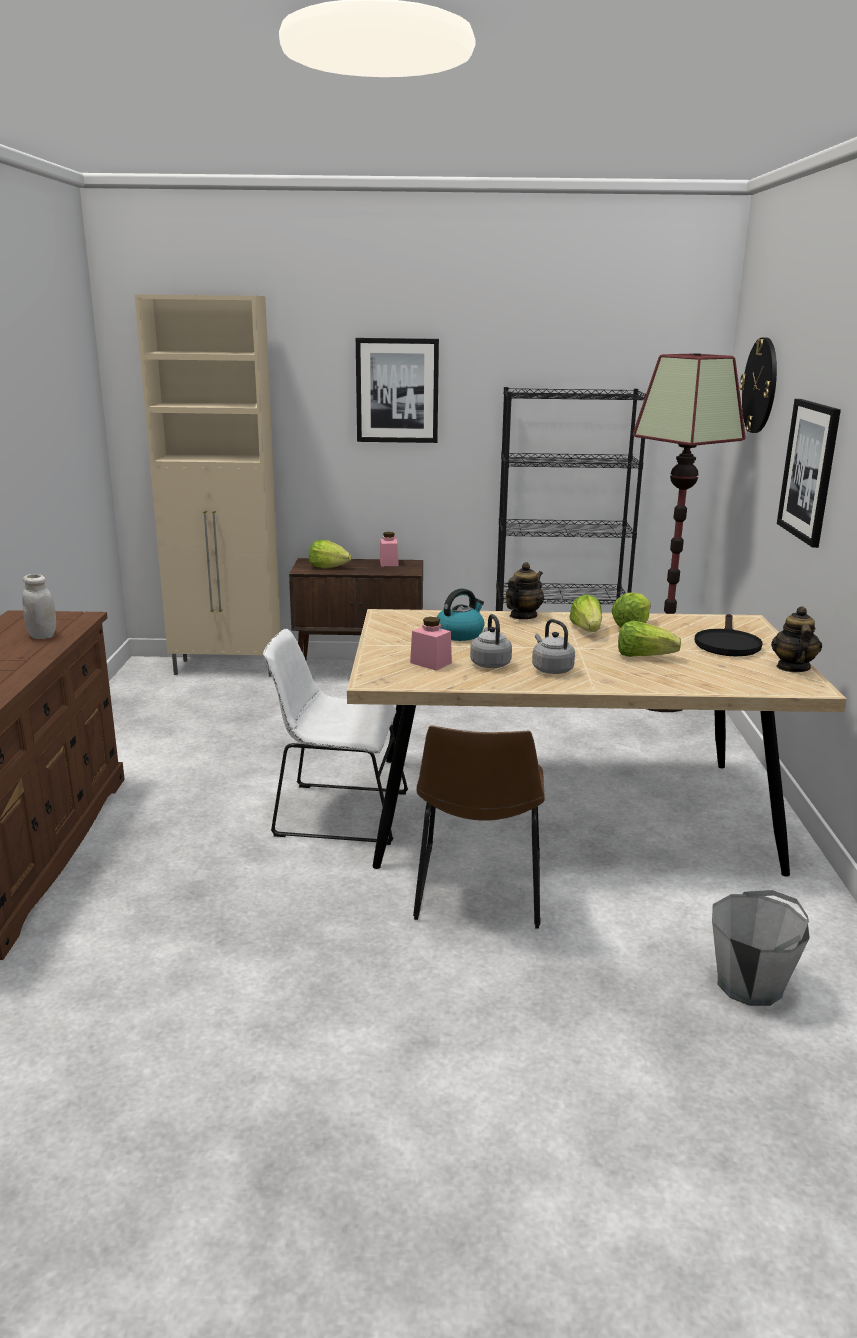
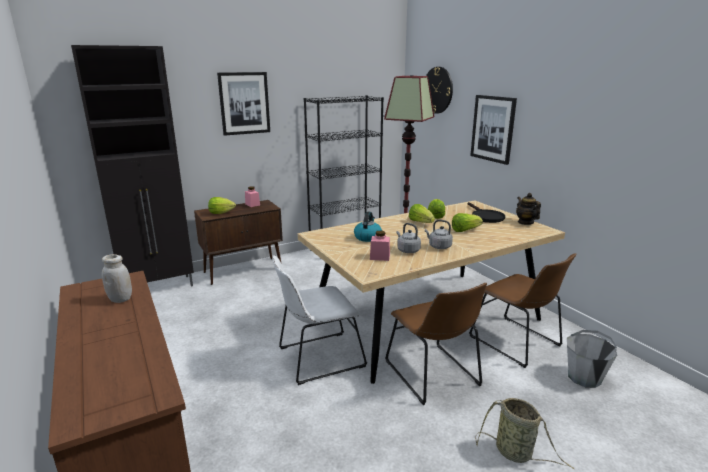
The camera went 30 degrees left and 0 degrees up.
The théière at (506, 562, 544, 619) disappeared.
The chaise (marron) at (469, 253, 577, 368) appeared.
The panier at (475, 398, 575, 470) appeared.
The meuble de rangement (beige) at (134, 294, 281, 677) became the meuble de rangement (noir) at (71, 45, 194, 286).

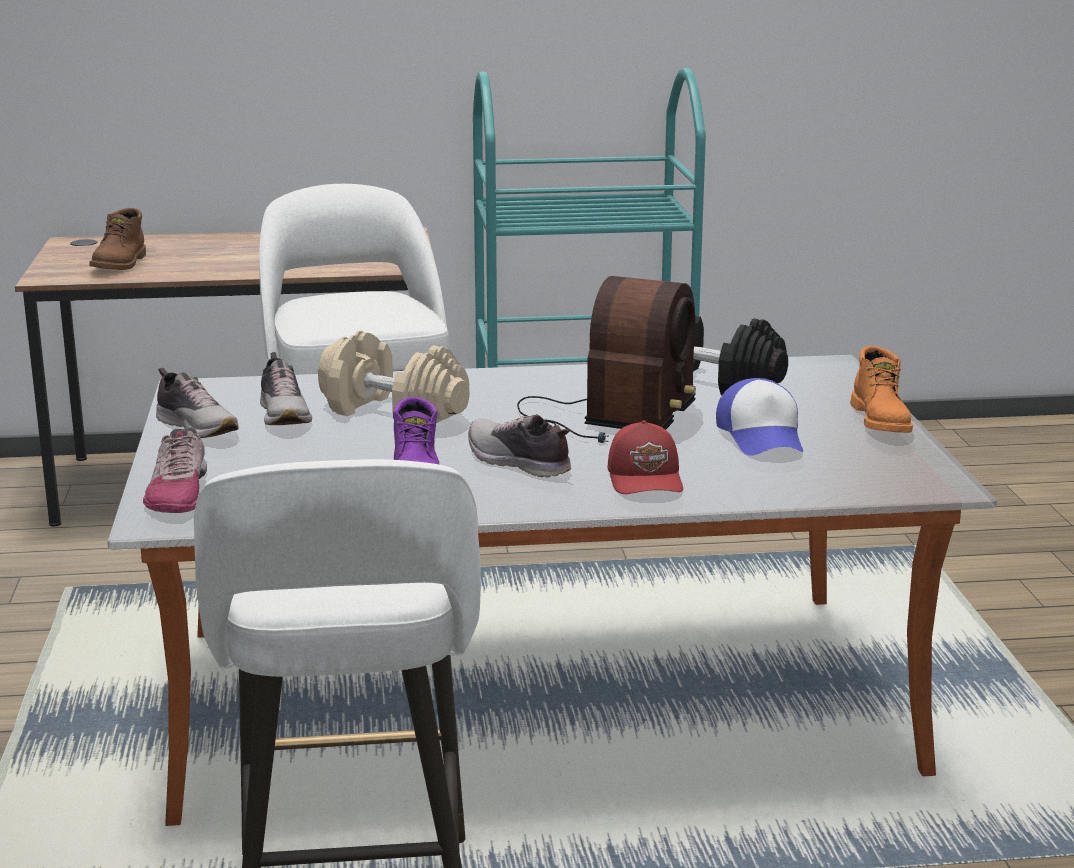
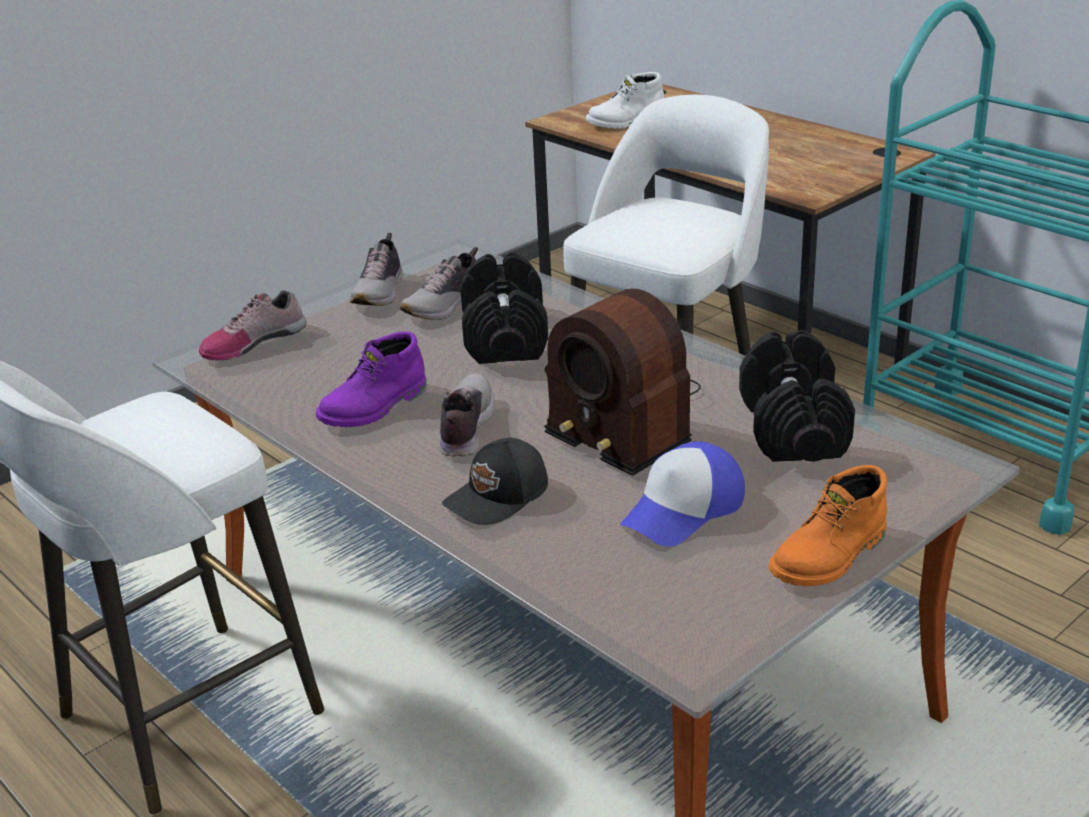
The camera went 55 degrees right and 10 degrees up.
The botte (marron) at (89, 208, 146, 270) became the botte (blanc) at (586, 72, 664, 129).
The haltère (beige) at (318, 330, 470, 423) became the haltère (noir) at (460, 252, 548, 364).
The casquette (rouge) at (608, 420, 683, 494) became the casquette (noir) at (442, 438, 548, 525).
The radio at (517, 276, 696, 443) turned 60 degrees clockwise.

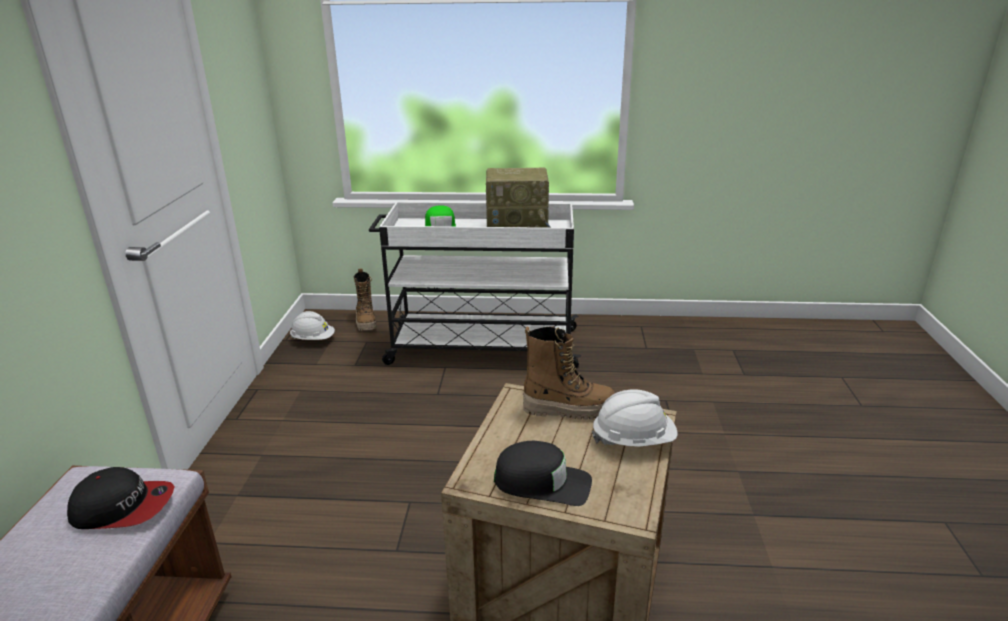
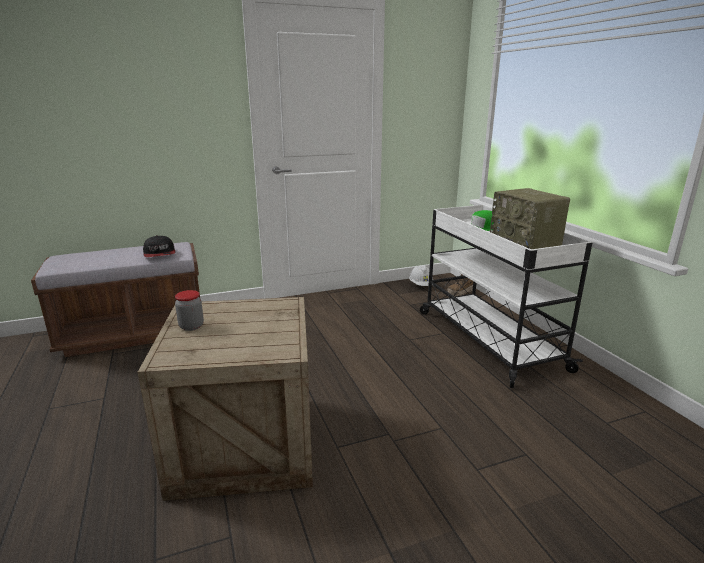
The camera went 65 degrees right and 5 degrees down.
The botte at (523, 326, 615, 420) disappeared.
The casque de chantier (blanc) at (592, 389, 677, 447) disappeared.
The casquette (noir) at (494, 441, 592, 506) was replaced by the bocal at (175, 290, 204, 331).

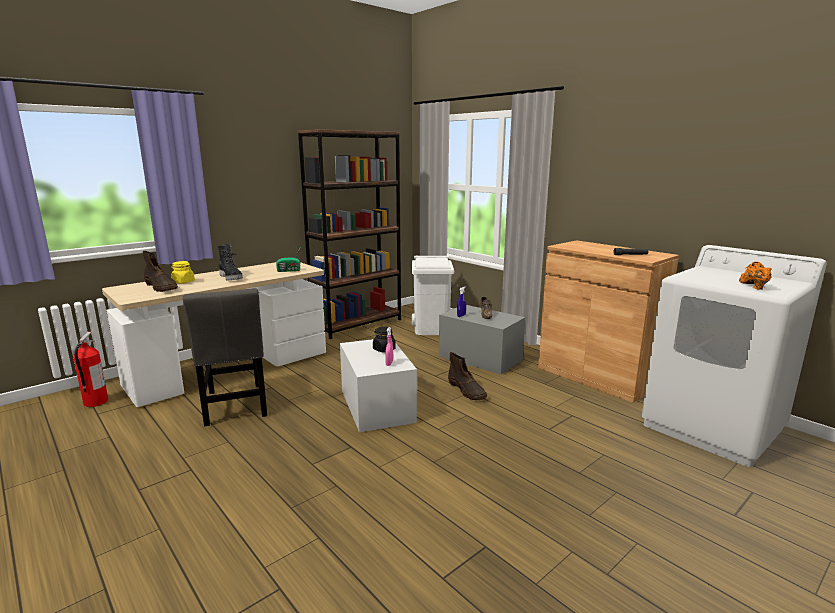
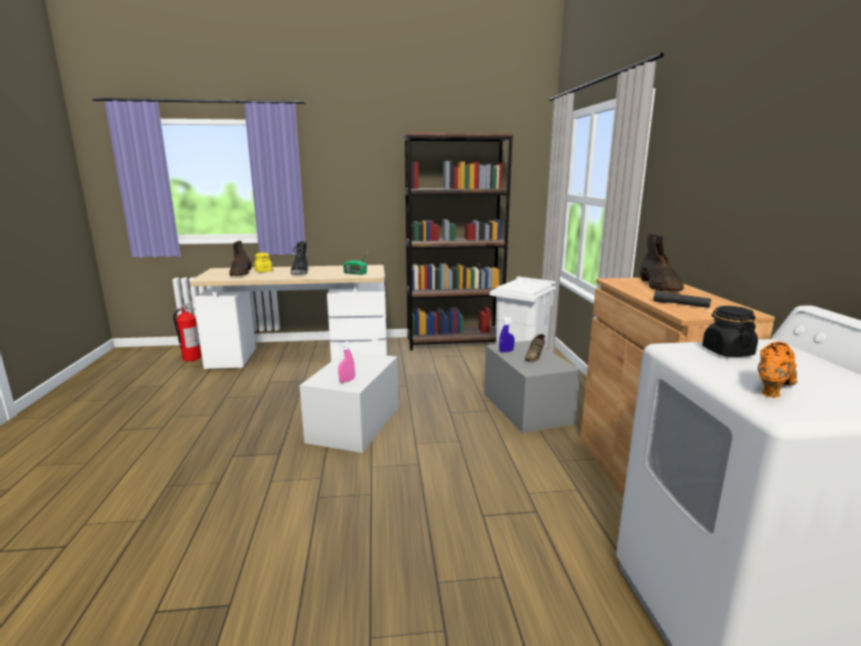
The camera went 35 degrees right and 0 degrees up.
The chaise (gris) at (183, 288, 267, 426) disappeared.
The bocal (noir) moved from (373, 327, 396, 352) to (702, 306, 758, 357).
The botte (marron) moved from (448, 352, 487, 400) to (640, 234, 684, 291).

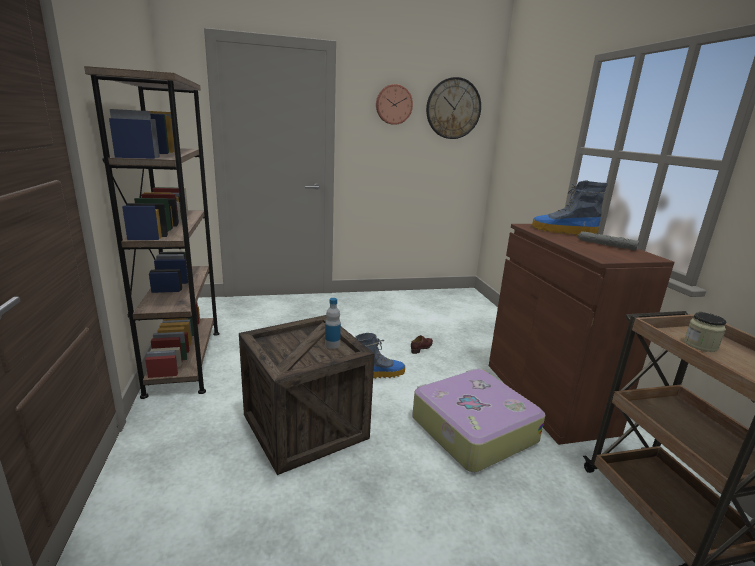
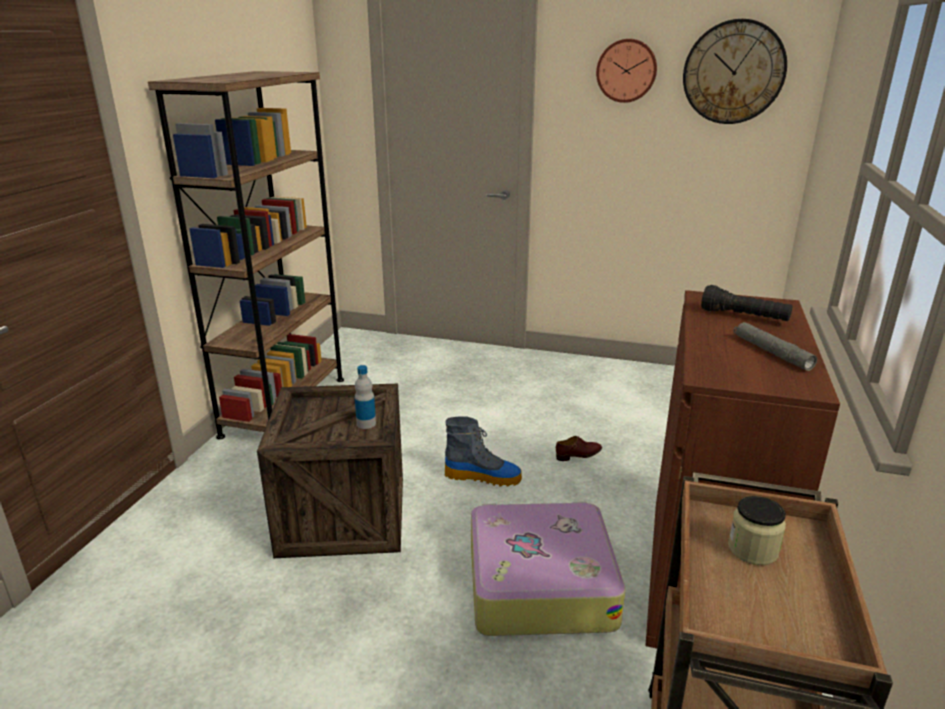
The camera went 30 degrees right and 5 degrees up.
The botte at (532, 180, 608, 236) was replaced by the lampe de poche (noir) at (701, 285, 792, 321).

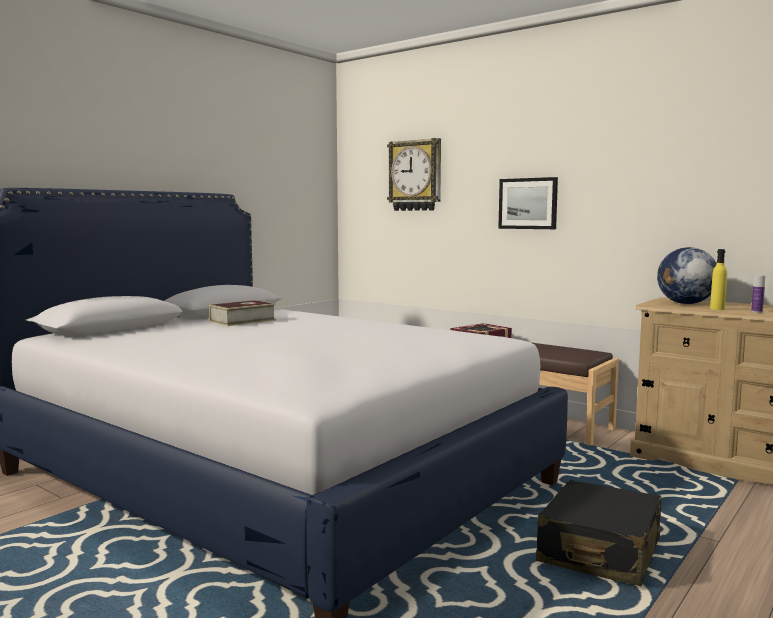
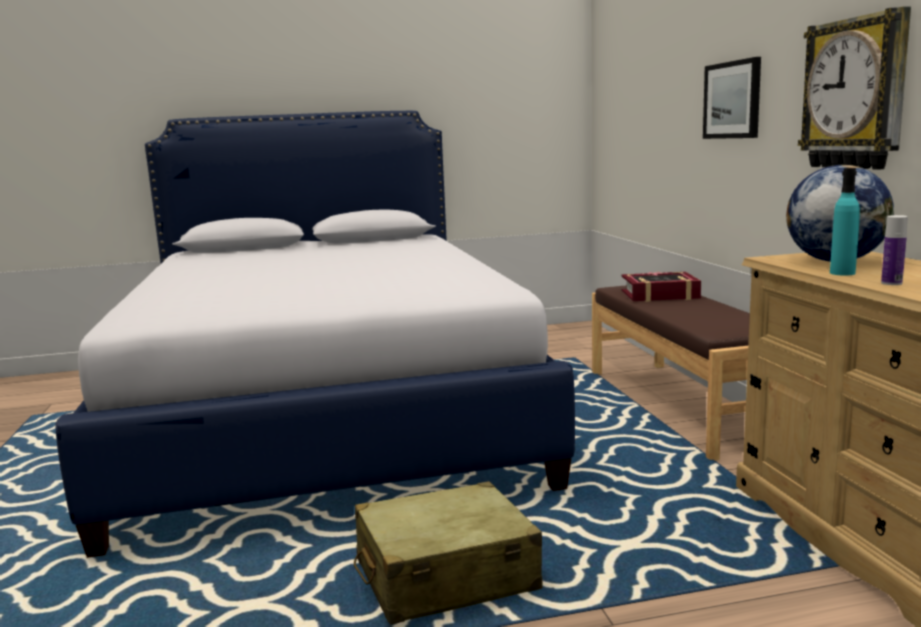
The camera went 40 degrees right and 5 degrees up.
The livre at (209, 300, 276, 326) disappeared.
The horloge murale moved from (387, 138, 441, 211) to (798, 6, 911, 170).
The valise (noir) at (536, 480, 661, 586) became the valise (beige) at (354, 481, 543, 625).
The bouteille (jaune) at (710, 249, 727, 310) became the bouteille (turquoise) at (830, 168, 860, 276).

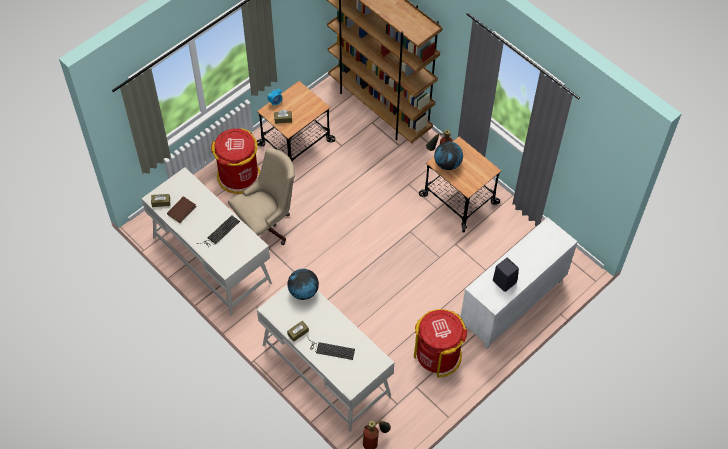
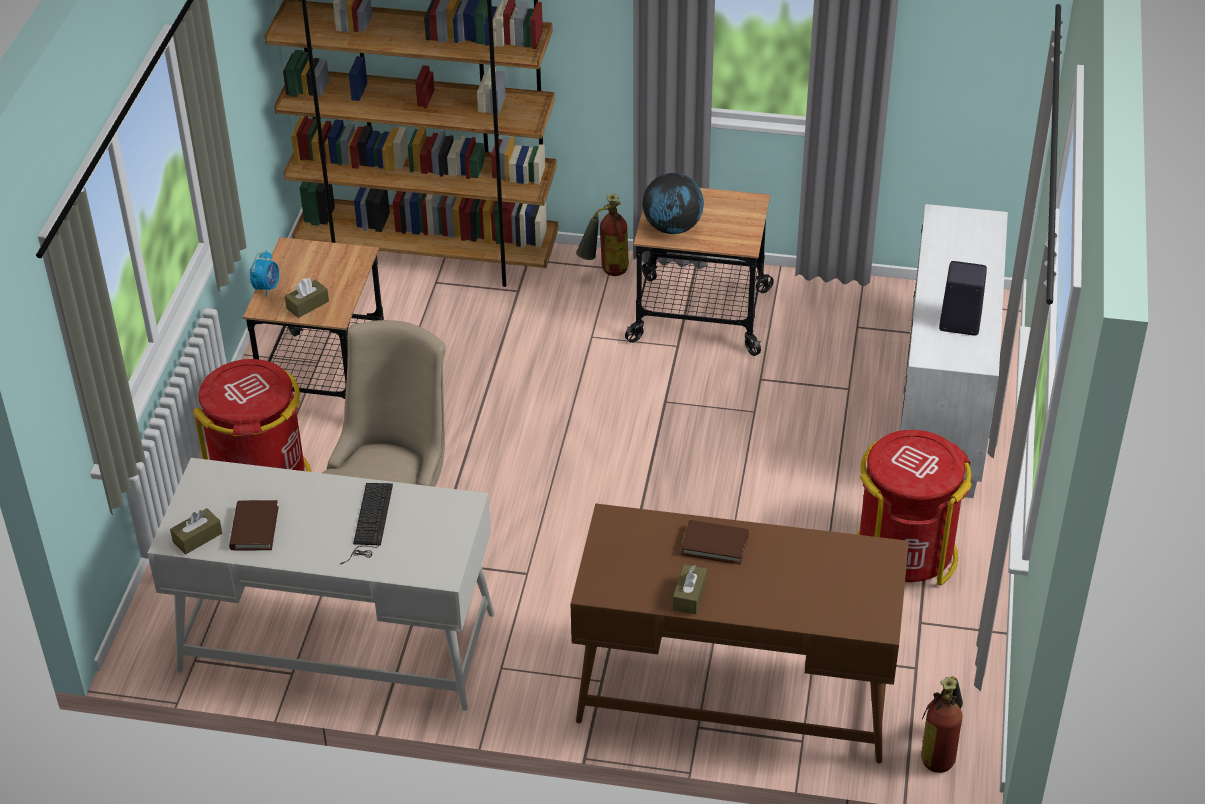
The camera went 35 degrees left and 15 degrees down.
The globe at (287, 269, 319, 300) disappeared.
The clavier at (308, 338, 355, 360) disappeared.
The livre (marron) at (681, 520, 749, 565) appeared.
The bureau (blanc) at (257, 285, 394, 432) became the bureau (marron) at (571, 503, 909, 764).

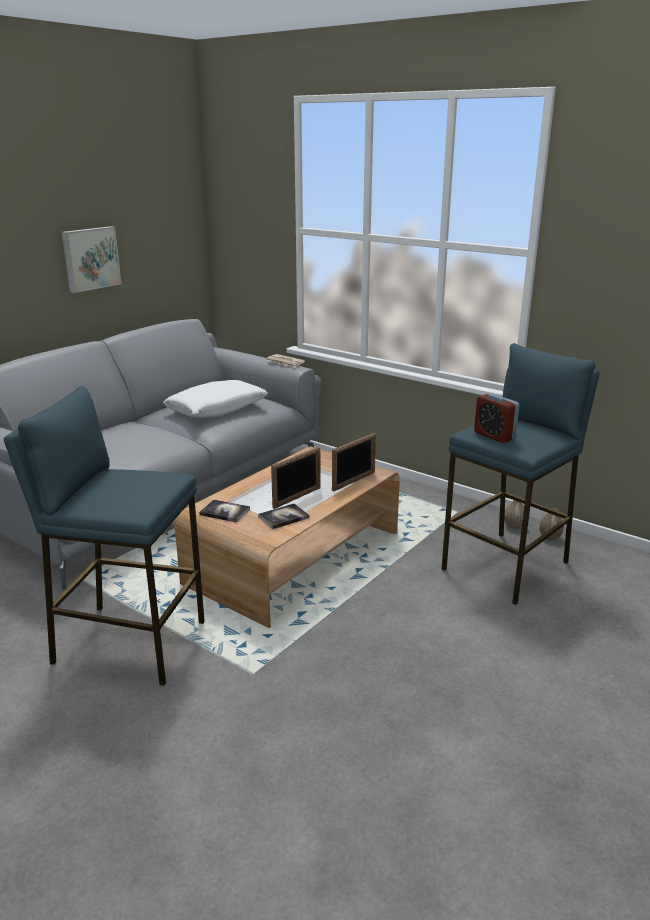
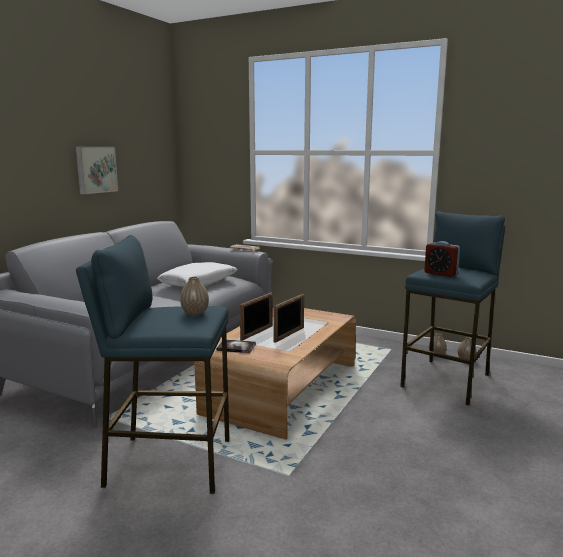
The camera went 10 degrees left and 10 degrees down.
The livre at (258, 503, 309, 529) disappeared.
The vase at (180, 277, 209, 316) appeared.
The cadre photo moved from (332, 433, 376, 492) to (240, 293, 273, 341).

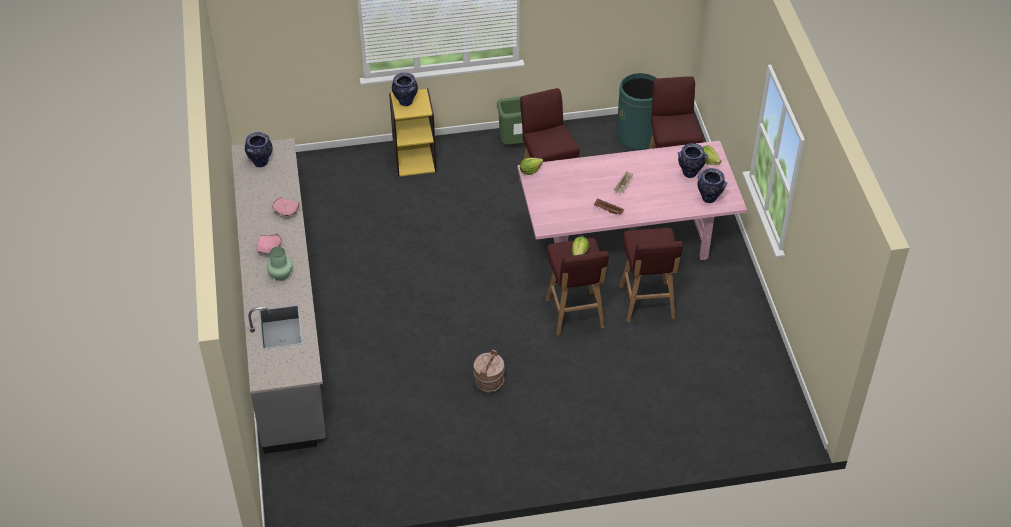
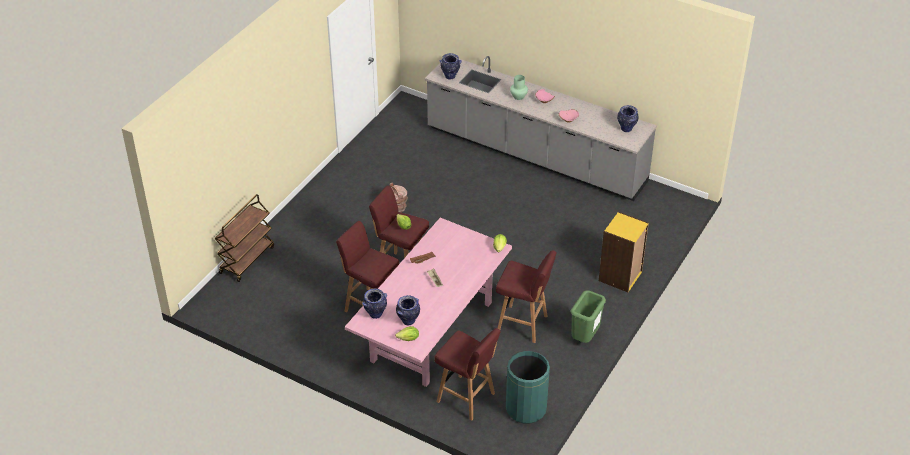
The camera went 130 degrees right and 5 degrees down.
The chariot (marron) at (215, 194, 274, 282) appeared.
The vase moved from (392, 73, 418, 106) to (439, 53, 462, 80).

